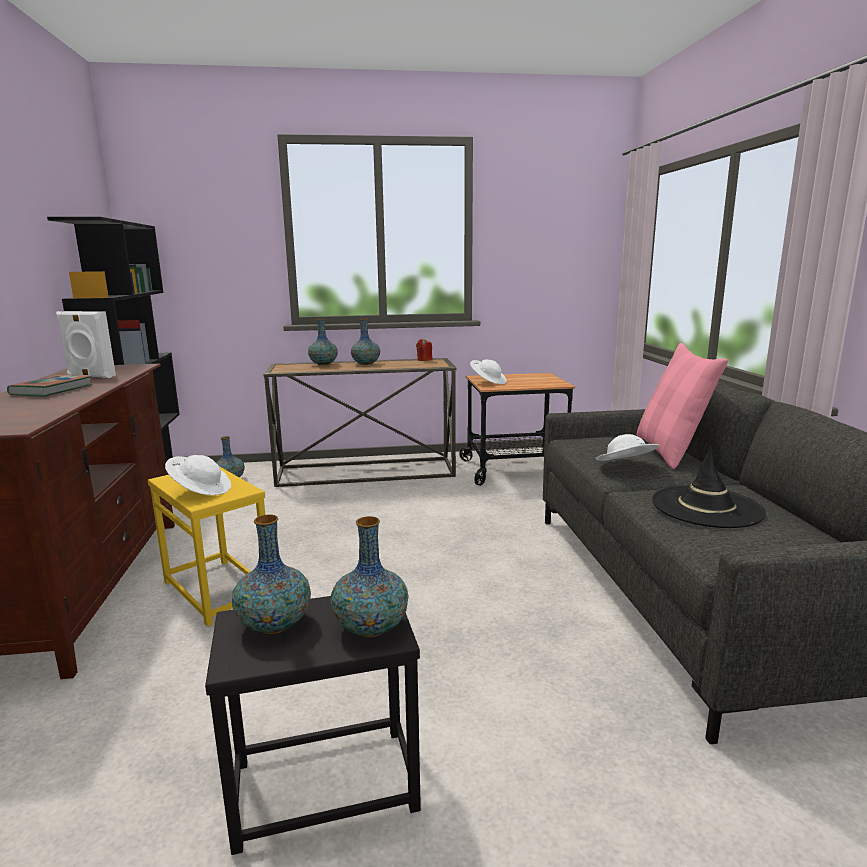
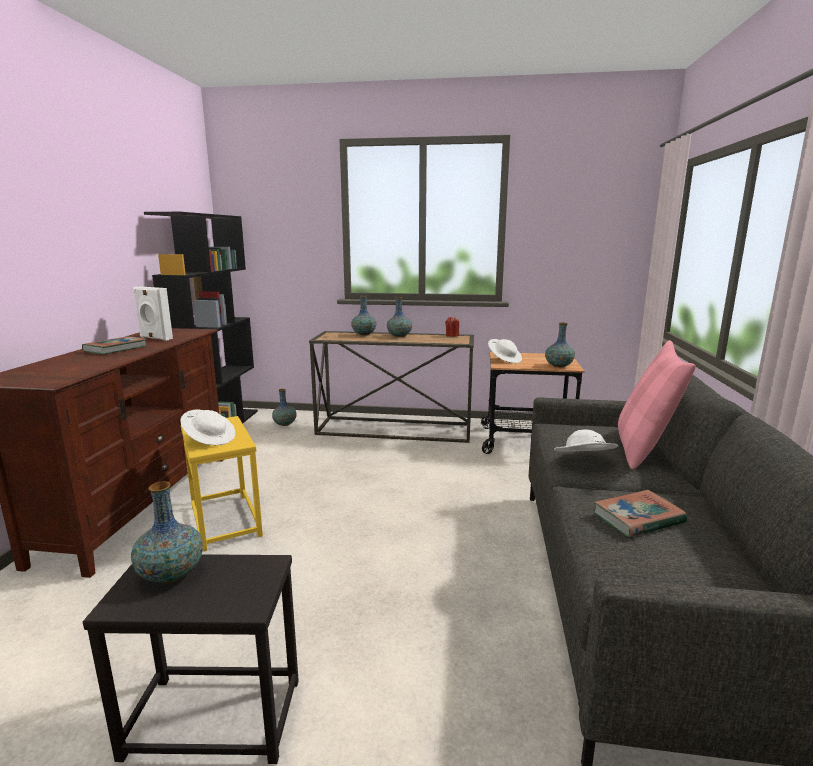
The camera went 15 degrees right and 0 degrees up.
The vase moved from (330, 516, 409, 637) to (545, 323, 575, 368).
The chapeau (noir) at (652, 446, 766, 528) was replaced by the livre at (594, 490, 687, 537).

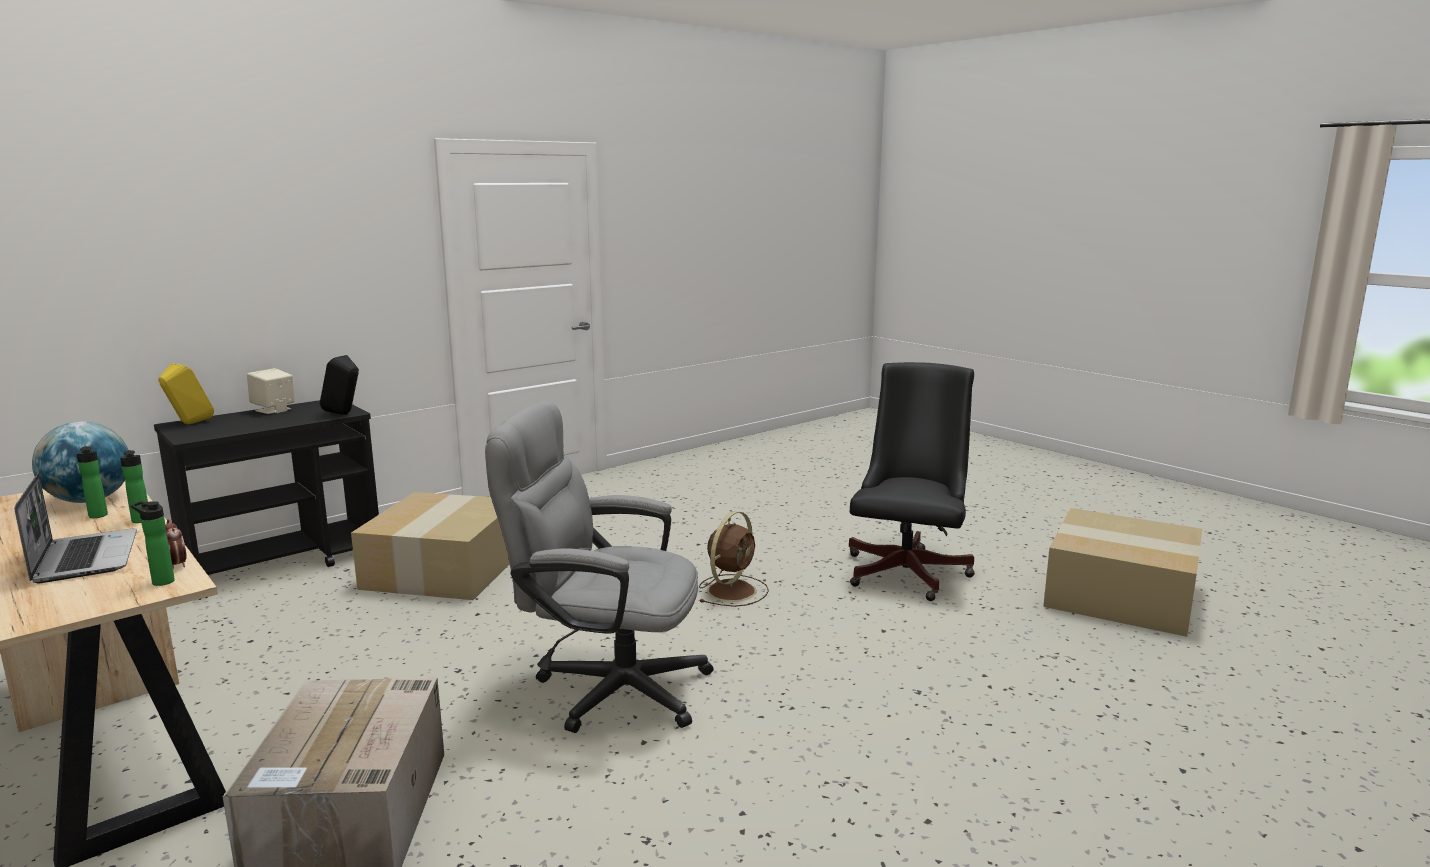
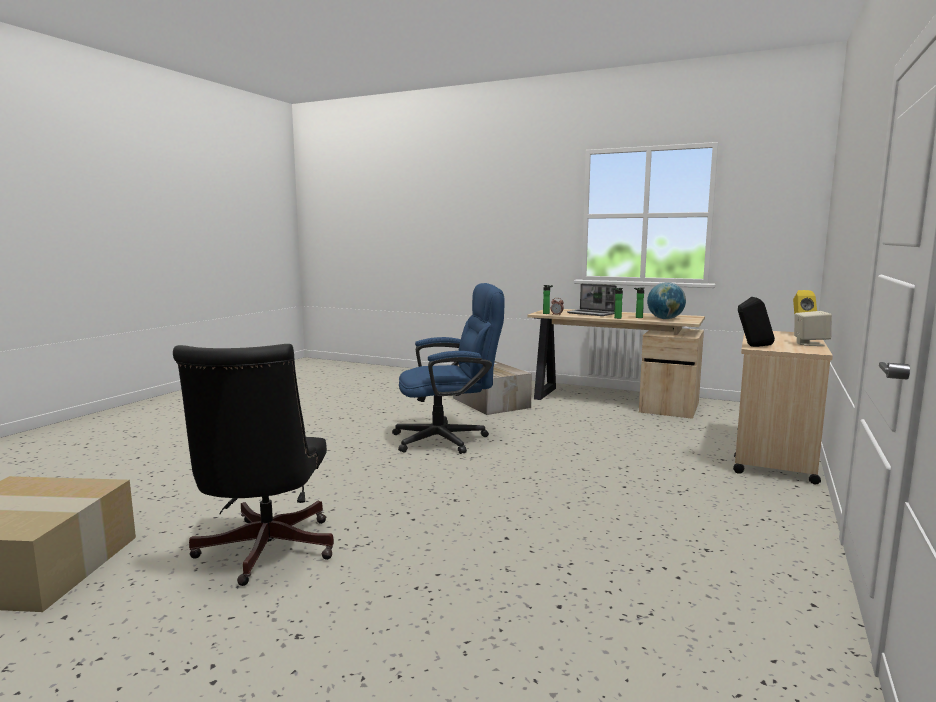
The camera went 155 degrees right and 5 degrees down.
The carton at (351, 492, 510, 600) disappeared.
The ventilateur (marron) at (699, 511, 769, 607) disappeared.
The chariot (noir) at (154, 400, 379, 600) became the chariot (beige) at (733, 331, 833, 484).
The chaise de bureau (gris) at (485, 401, 714, 733) became the chaise de bureau (bleu) at (392, 283, 505, 454).

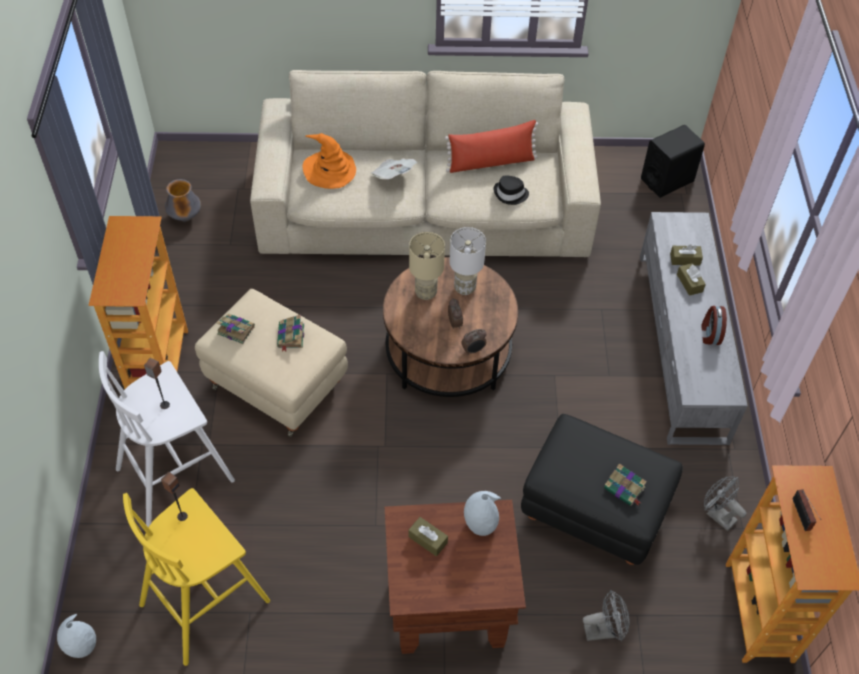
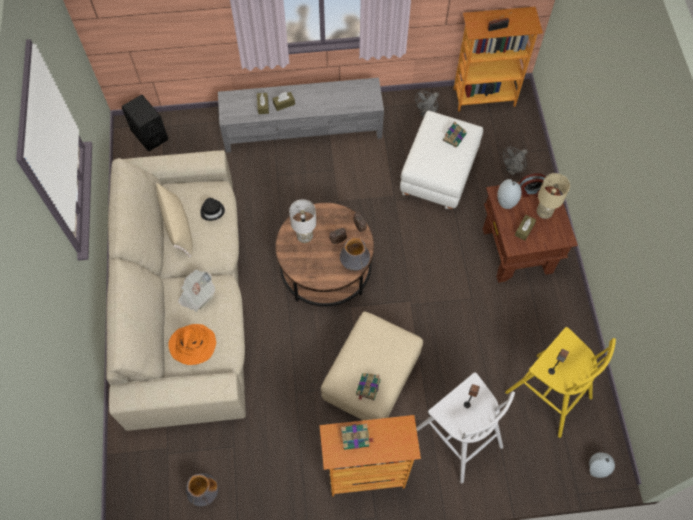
The camera went 95 degrees left and 10 degrees up.
The vase at (340, 238, 370, 271) appeared.
The livre moved from (277, 314, 304, 352) to (341, 424, 374, 450).
The lampe de table (beige) moved from (409, 232, 445, 300) to (537, 173, 570, 219).
The réveil moved from (701, 306, 727, 345) to (519, 173, 547, 197).
The coussin (rouge) at (445, 120, 538, 173) became the coussin (beige) at (155, 183, 193, 257).
The pouf (noir) at (521, 414, 683, 565) became the pouf (blanc) at (400, 111, 483, 209).
The ventilateur (gris) at (583, 590, 629, 641) turned 120 degrees counterclockwise.

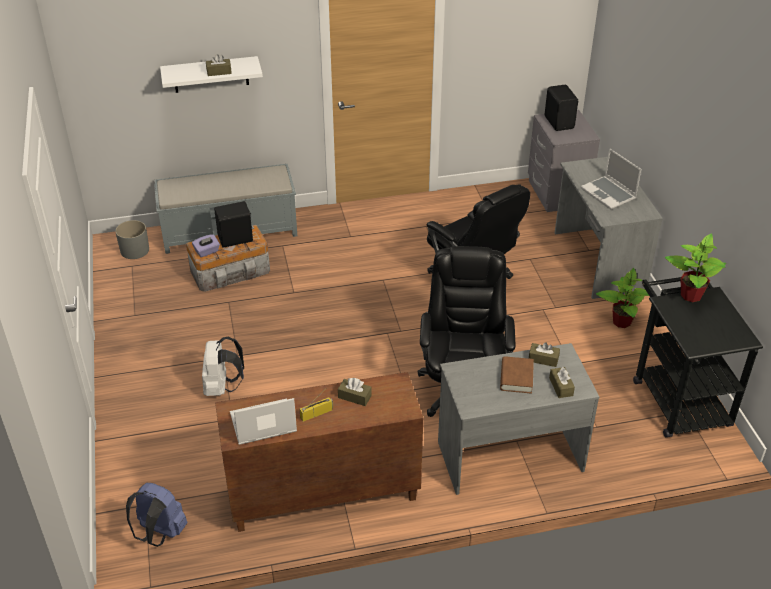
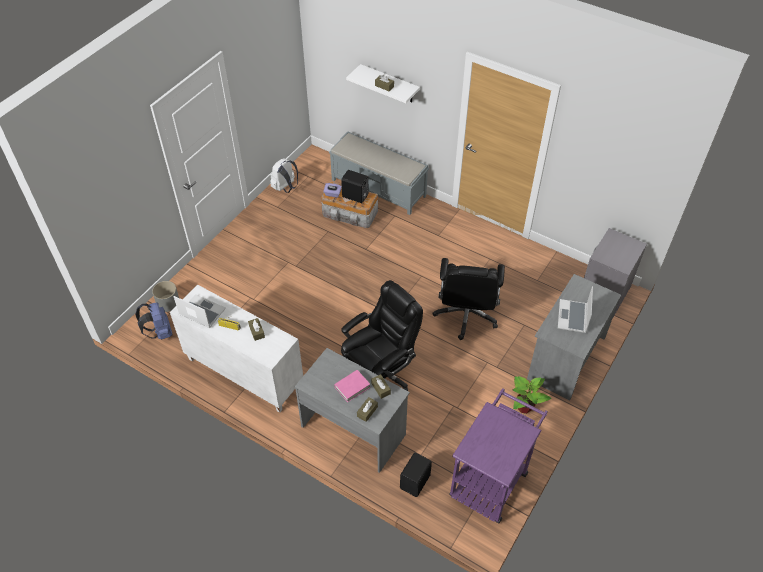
The camera went 45 degrees right and 10 degrees up.
The plante en pot at (665, 233, 726, 302) disappeared.
The cache-pot (gris) moved from (115, 220, 149, 259) to (152, 281, 179, 312).
The sac à dos (blanc) moved from (202, 337, 244, 396) to (270, 158, 298, 193).
The enceinte (noir) moved from (544, 85, 578, 131) to (400, 453, 432, 497).
The meuble de rangement (marron) at (215, 372, 423, 532) became the meuble de rangement (blanc) at (170, 285, 303, 412).
The livre (marron) at (500, 356, 534, 394) became the livre (rose) at (334, 370, 370, 402).
The chariot (noir) at (633, 271, 763, 437) became the chariot (violet) at (450, 388, 548, 523).

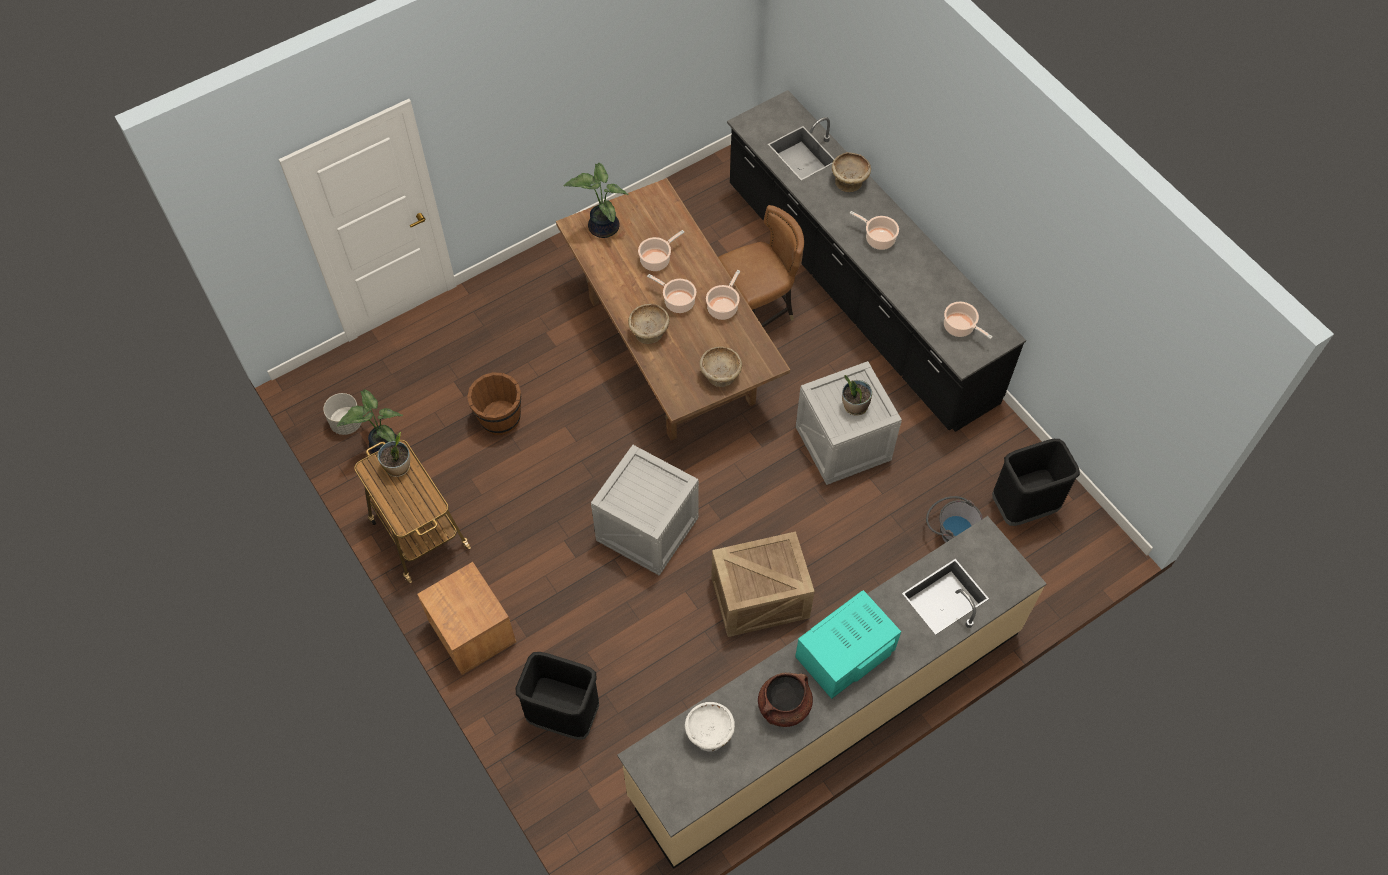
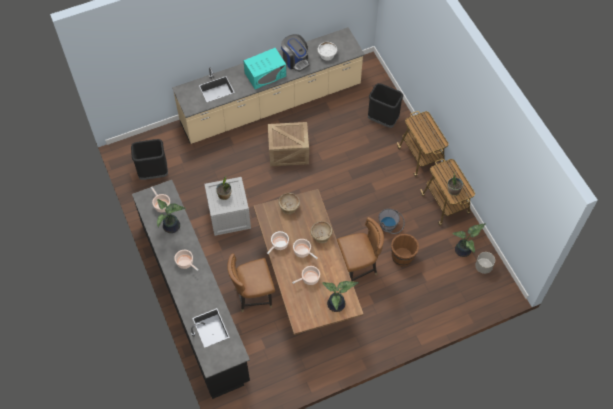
The camera went 170 degrees left and 0 degrees up.
The caisse at (591, 445, 699, 575) disappeared.
The bol (beige) at (832, 152, 871, 192) disappeared.
The plante en pot at (157, 199, 186, 233) appeared.
The chaise (marron) at (337, 217, 384, 281) appeared.
The seau (gris) moved from (926, 496, 983, 543) to (378, 209, 405, 234).
The table de chevet (marron) at (417, 562, 516, 675) was replaced by the chariot at (397, 111, 449, 177).
The marmite (marron) at (758, 673, 813, 727) was replaced by the machine à café at (281, 34, 310, 72).

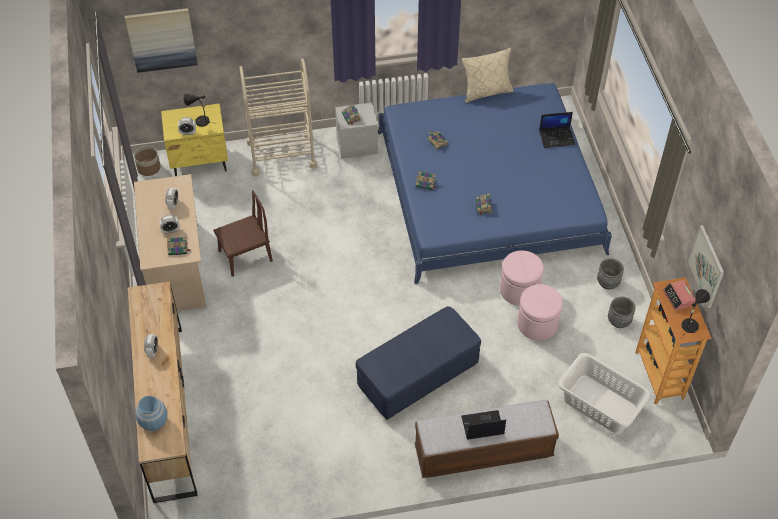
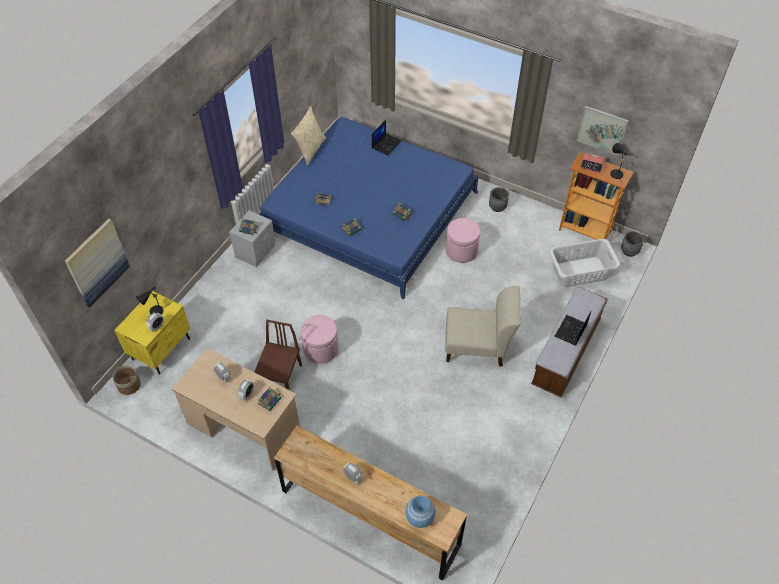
The camera went 50 degrees left and 0 degrees up.
The chariot (beige) at (239, 58, 317, 177) disappeared.
The pouf (rose) moved from (517, 284, 563, 341) to (301, 315, 339, 364).
The cache-pot (gris) moved from (608, 297, 636, 328) to (621, 231, 644, 257).
The pouf (bleu) at (356, 306, 481, 420) was replaced by the chaise (beige) at (445, 286, 521, 366).

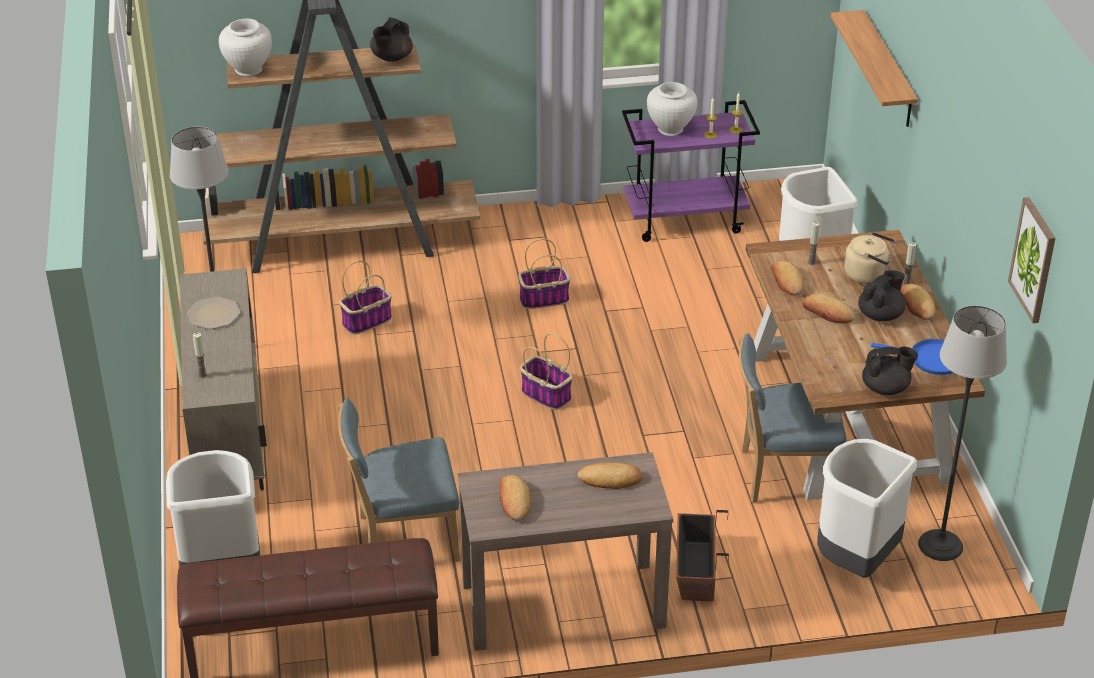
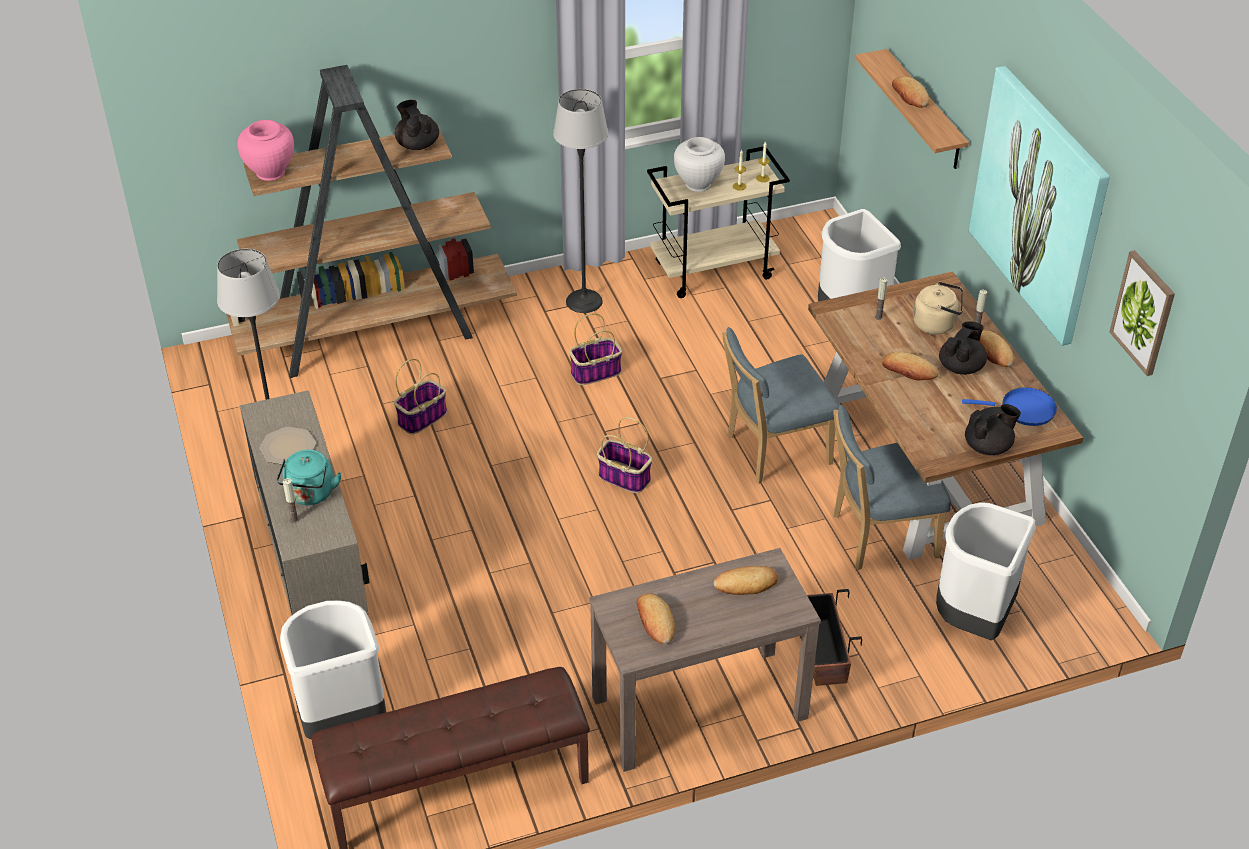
The camera went 10 degrees left and 5 degrees up.
The bouilloire (turquoise) at (276, 450, 342, 505) appeared.
The tableau at (969, 66, 1110, 346) appeared.
The chaise (bleu) moved from (338, 398, 460, 562) to (722, 327, 839, 484).
The pain moved from (771, 260, 804, 295) to (892, 76, 929, 108).
The lampadaire moved from (918, 306, 1007, 561) to (553, 89, 608, 313).
The vase (blanc) at (219, 19, 272, 76) became the vase (rose) at (237, 120, 294, 181).
The chariot (violet) at (622, 100, 760, 242) became the chariot (beige) at (647, 147, 790, 298).
The théière (noir) at (370, 17, 413, 62) turned 135 degrees clockwise.

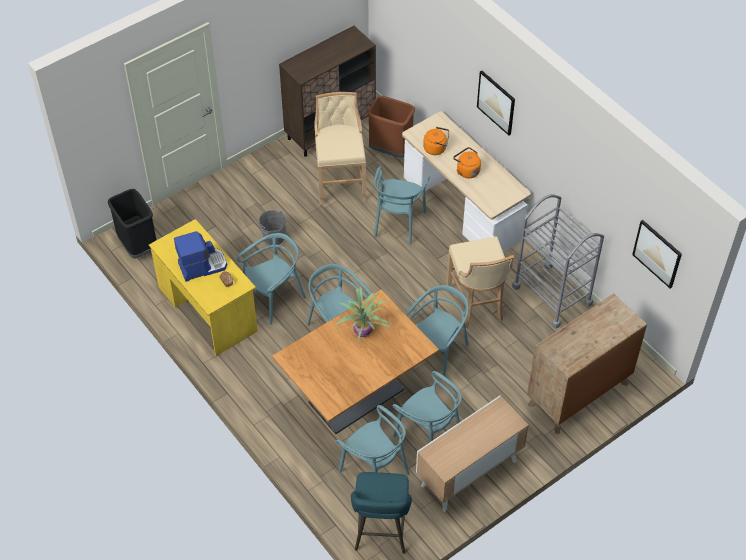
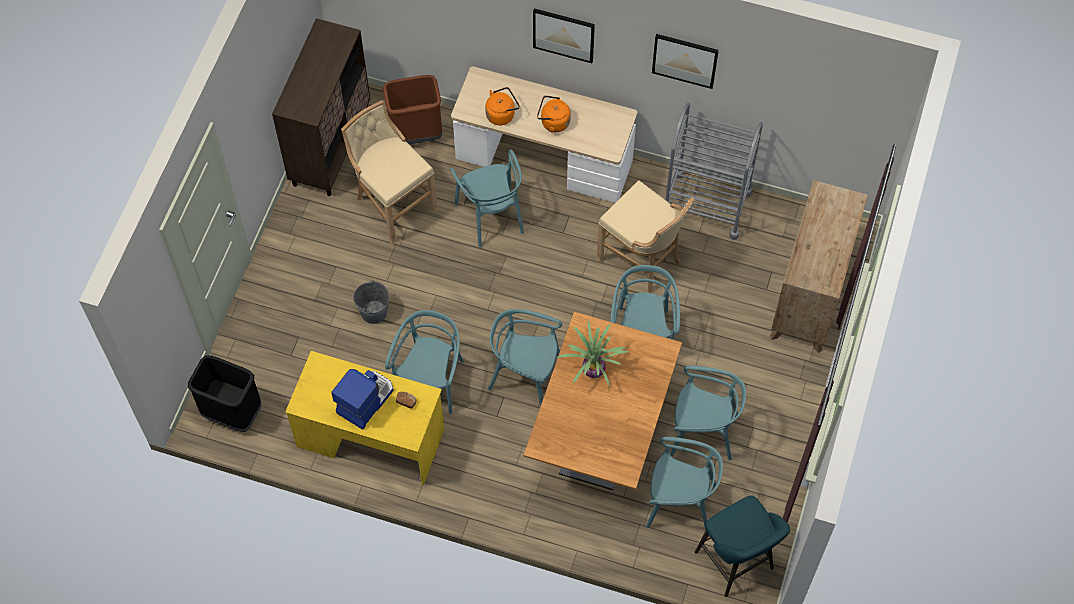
The camera went 35 degrees left and 10 degrees up.
The meuble de rangement at (416, 396, 529, 512) disappeared.
The tableau moved from (632, 220, 682, 289) to (652, 34, 719, 89).

